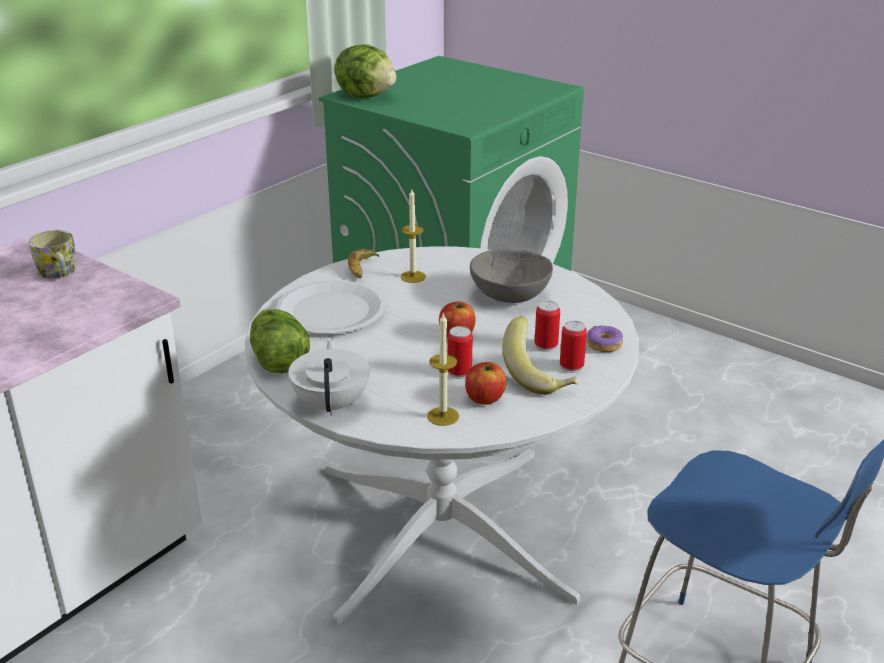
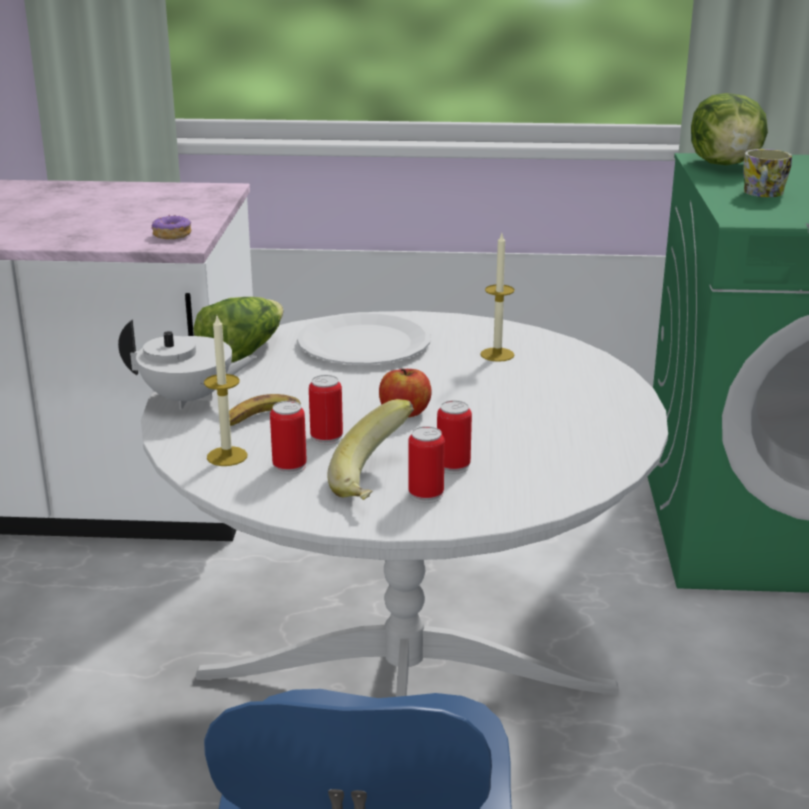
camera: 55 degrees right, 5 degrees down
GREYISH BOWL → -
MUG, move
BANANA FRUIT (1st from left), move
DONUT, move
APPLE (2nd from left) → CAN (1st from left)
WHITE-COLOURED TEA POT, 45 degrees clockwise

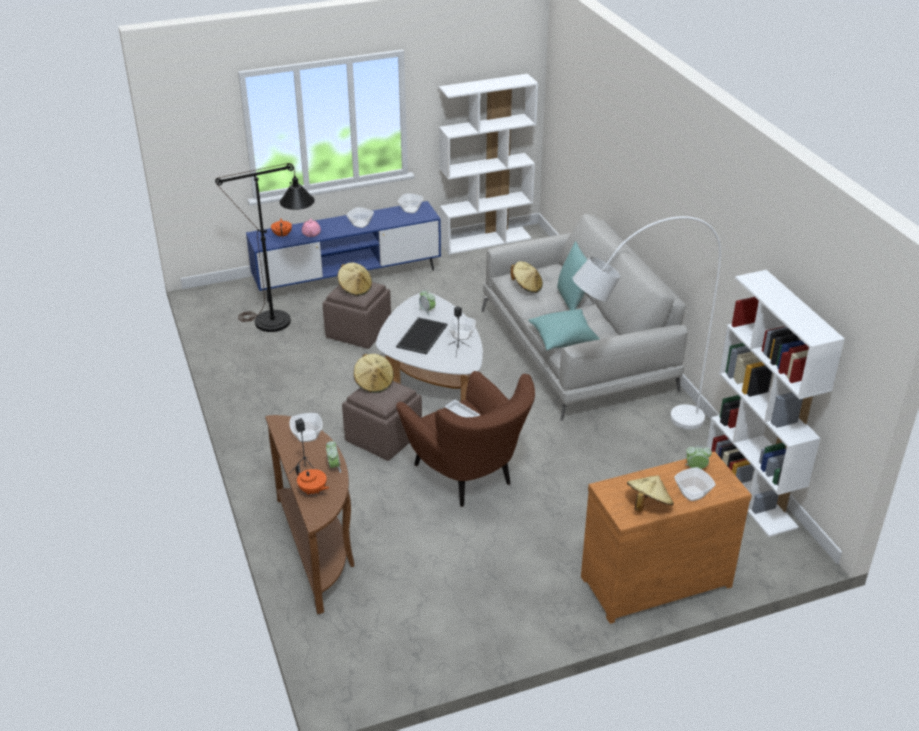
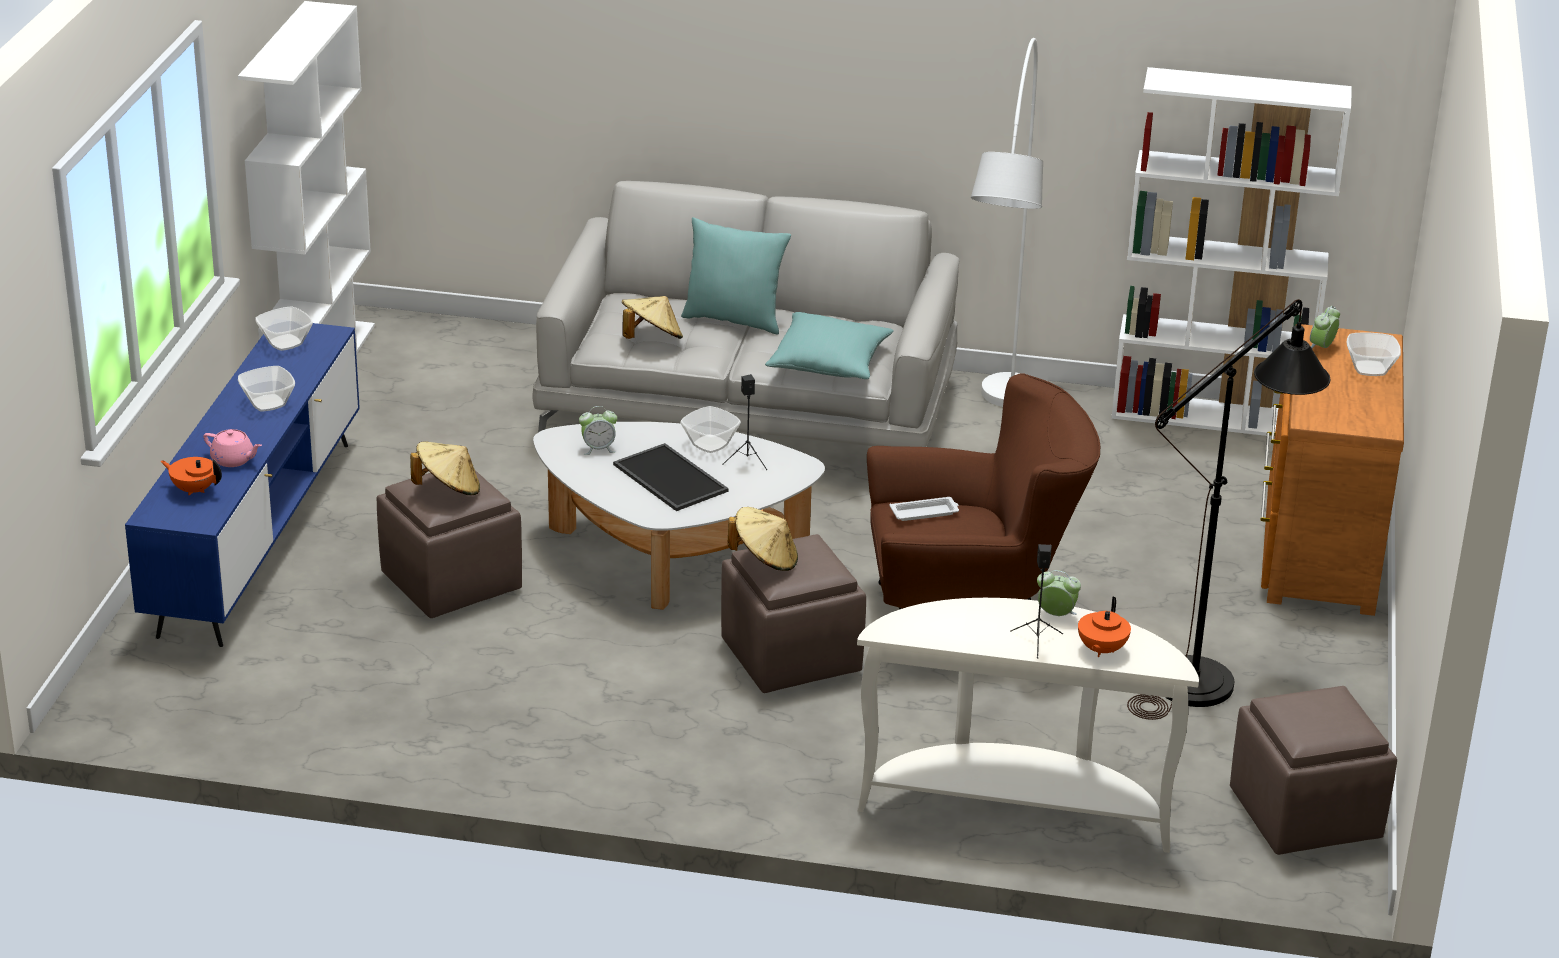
camera: 60 degrees left, 5 degrees down
BOWL (1st from left) → -
BEIGE-COLOURED HAT (4th from left) → -
- → BROWNISH POUFFE (3rd from left)
BLACK-COLOURED STANDING LAMP, move
BROWNISH CONSOLE TABLE → WHITE-COLOURED CONSOLE TABLE
ORANGE-COLOURED TEA POT (2nd from left), 135 degrees clockwise

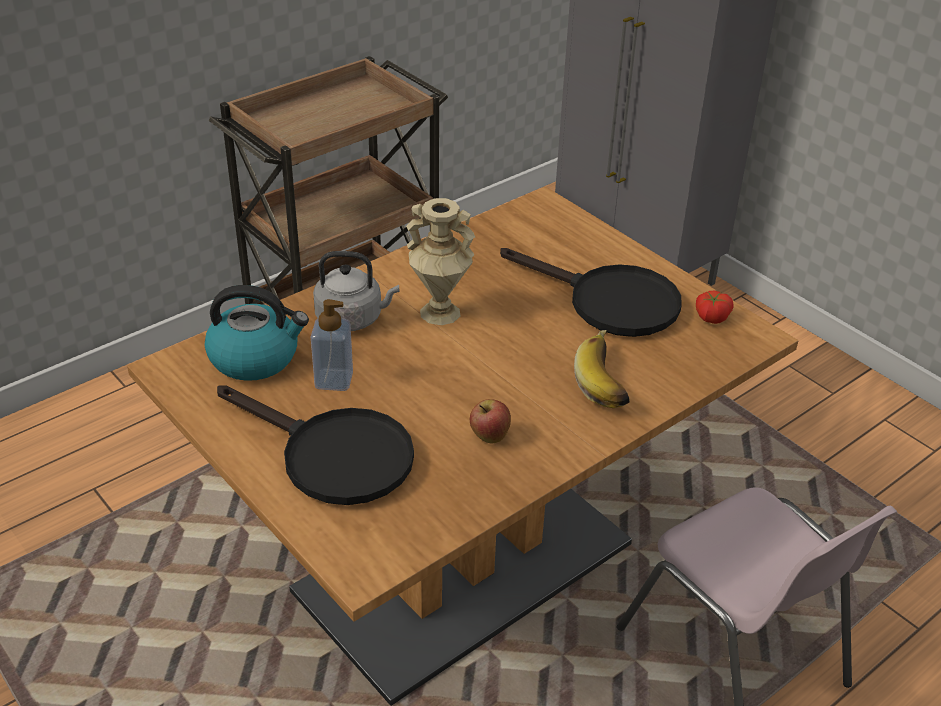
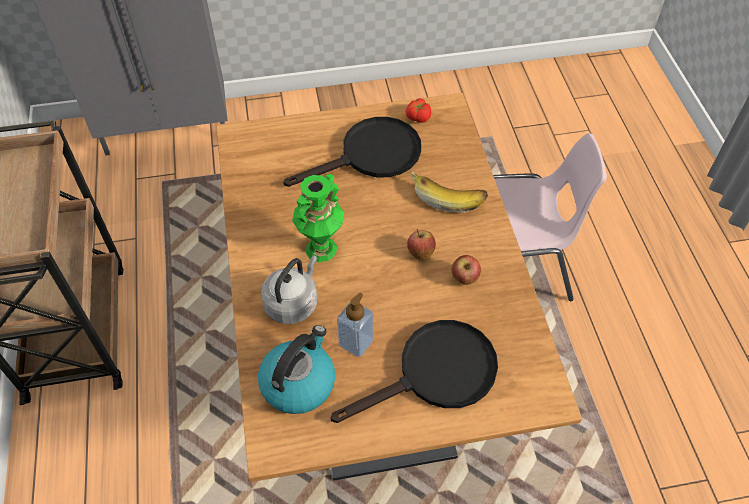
camera: 60 degrees left, 15 degrees up
- → APPLE (1st from left)
BEIGE-COLOURED DECORATIVE VASE → GREENISH DECORATIVE VASE

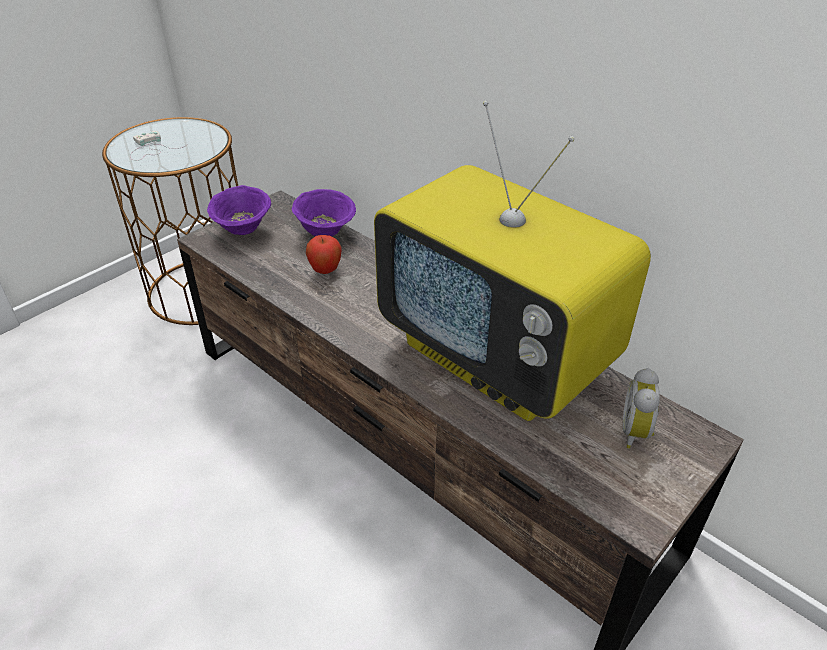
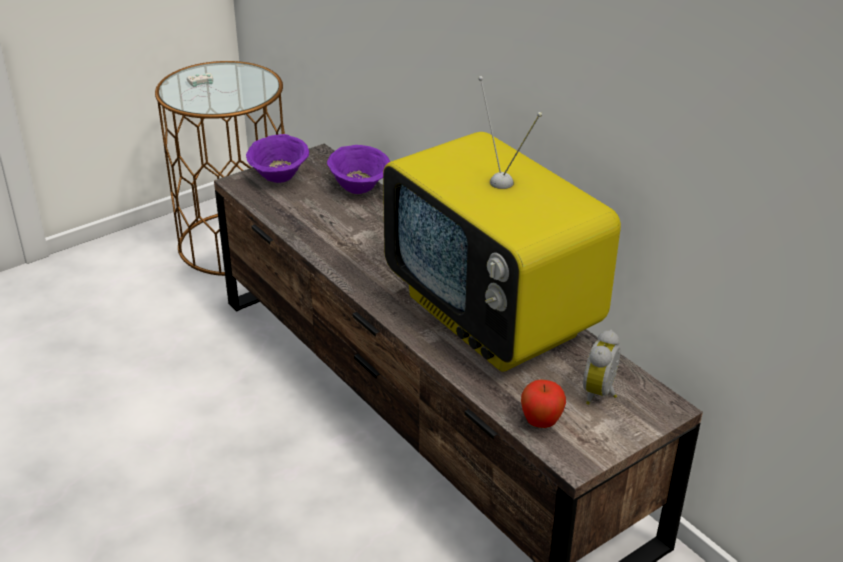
camera: 10 degrees right, 5 degrees down
APPLE, move

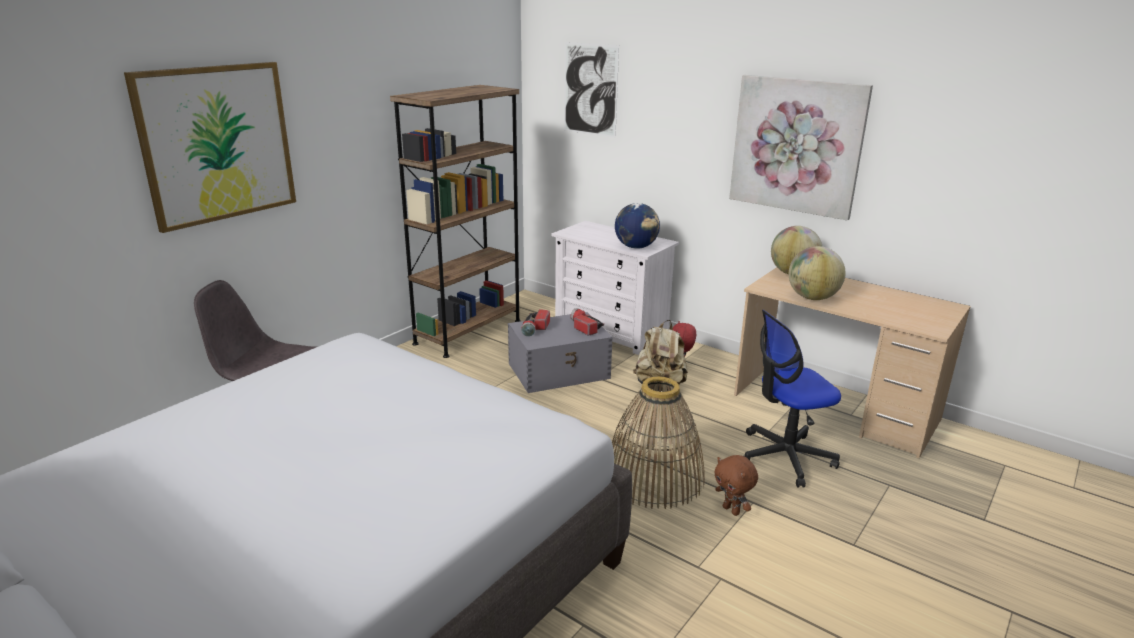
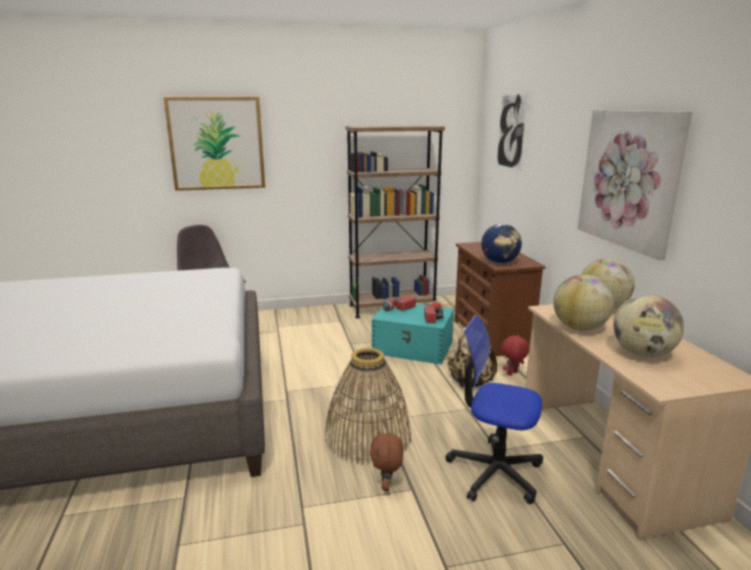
camera: 40 degrees right, 5 degrees down
- → DESK GLOBE (4th from left)
GREYISH STORAGE BIN → BLUE-GREEN STORAGE BIN
WHITE-COLOURED DRAWER CHEST → BROWNISH DRAWER CHEST

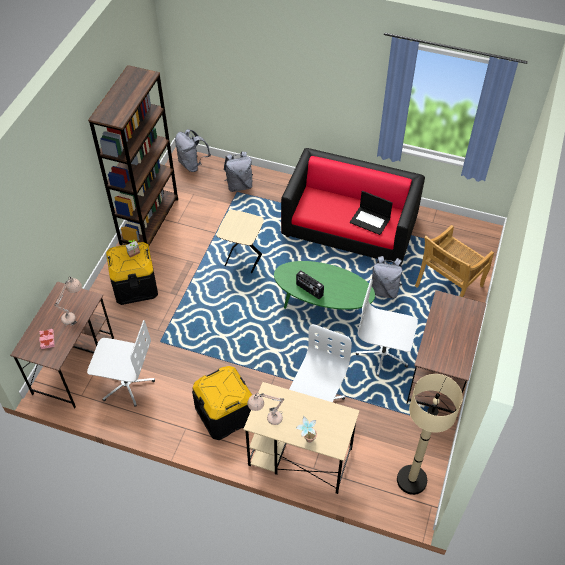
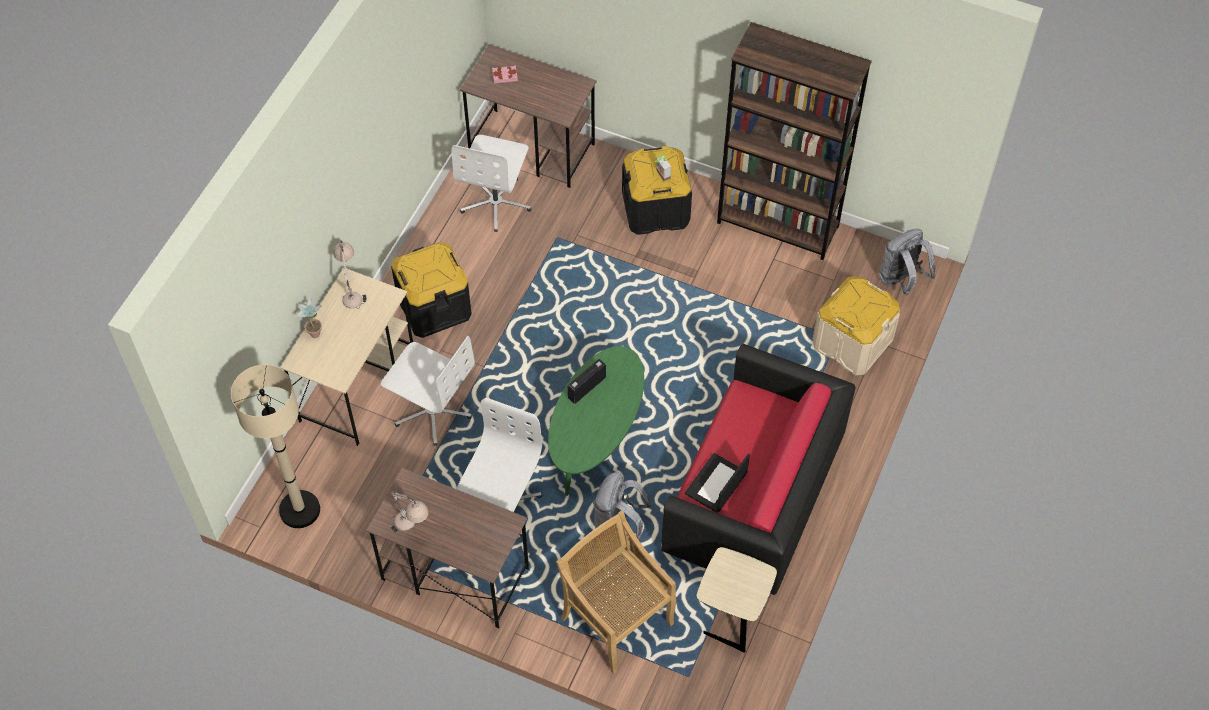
camera: 95 degrees right, 5 degrees up
BEIGE-COLOURED TABLETOP LAMP (1st from left in the first image) → BEIGE-COLOURED TABLETOP LAMP (2nd from left), move
BEIGE-COLOURED ACCENT TABLE, move
GREYISH BACKPACK (2nd from left) → BEIGE-COLOURED STORAGE BIN

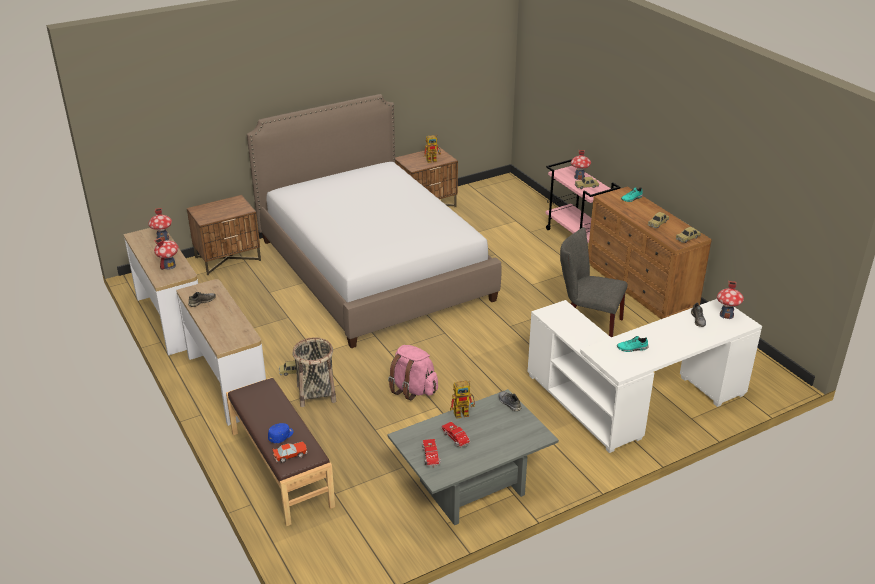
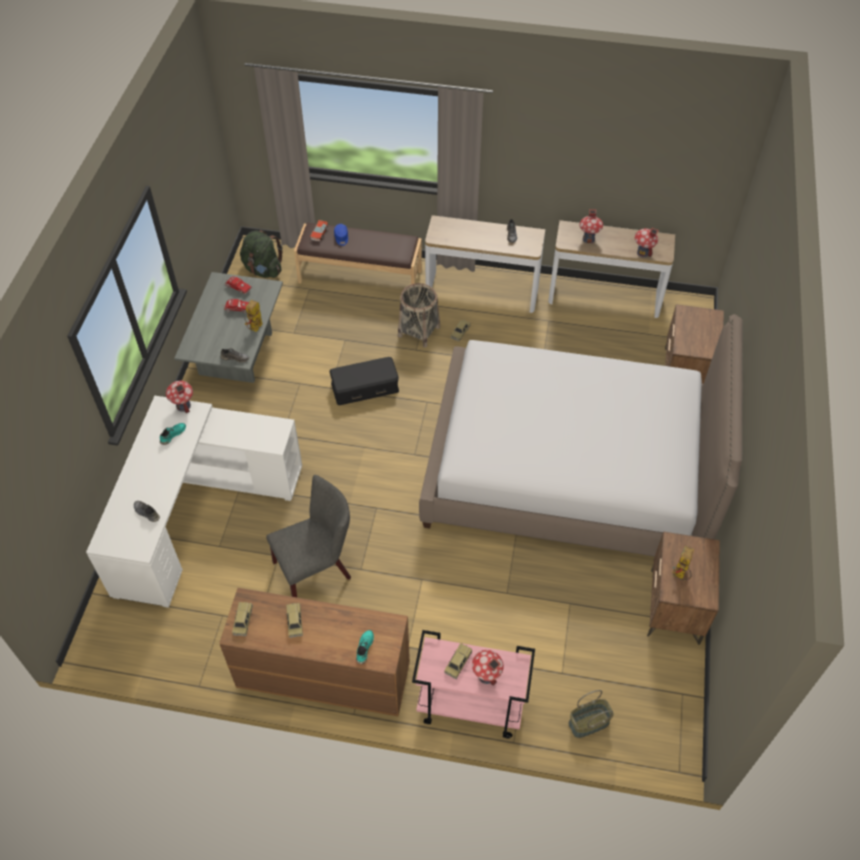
camera: 130 degrees right, 20 degrees up
- → GREENISH BACKPACK
- → BASKET (2nd from left)
MINIATURE HOUSE (4th from left in the first image) → MINIATURE HOUSE (1st from left), move
PINK-COLOURED BACKPACK → BLACK-COLOURED STORAGE BIN

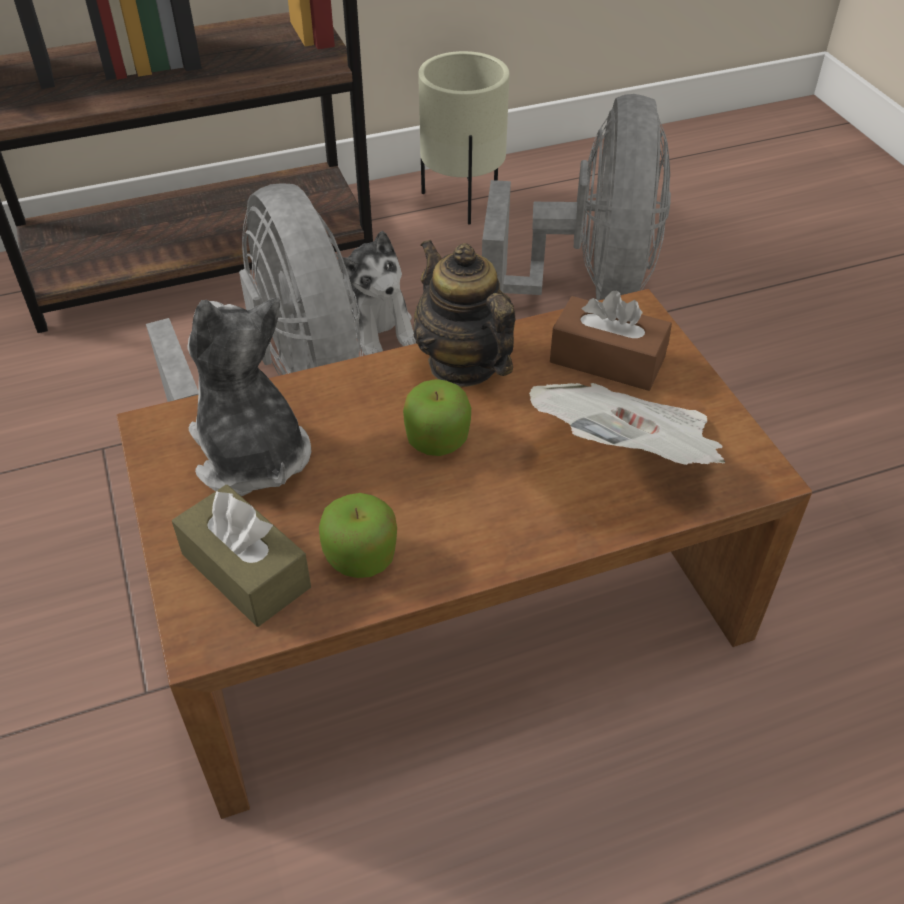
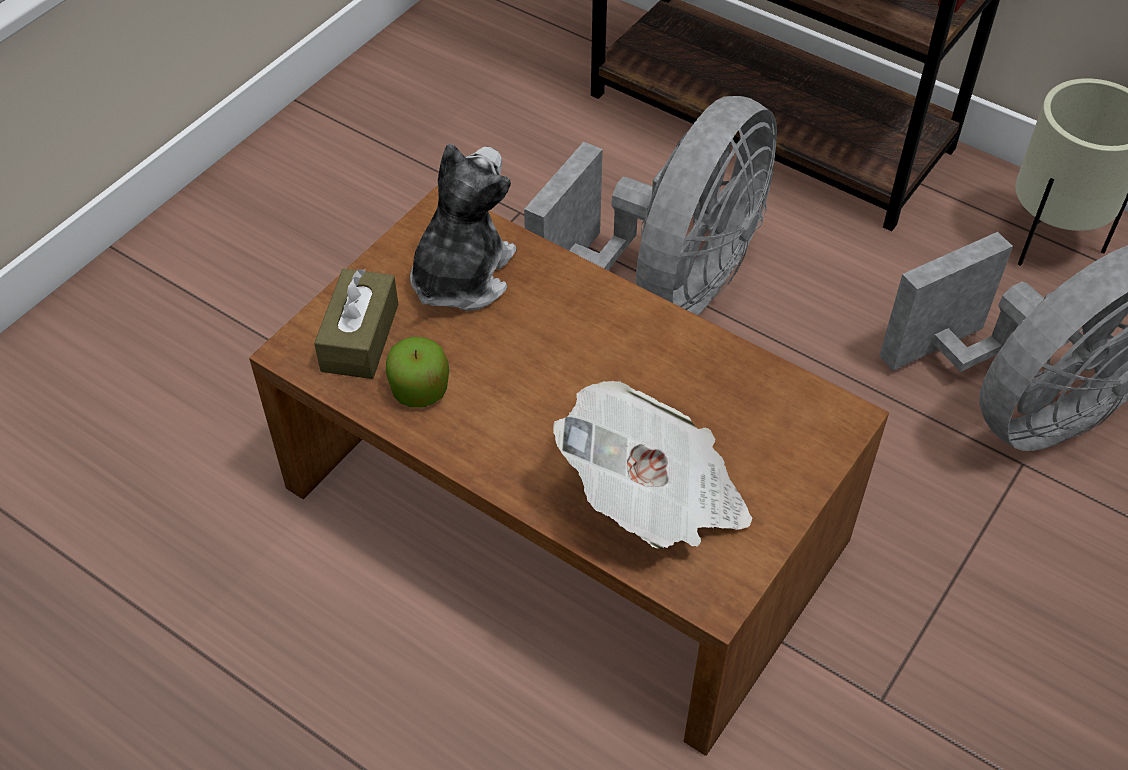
camera: 55 degrees right, 5 degrees up
PLUSH TOY (2nd from left) → -
APPLE (2nd from left) → -
TEA POT → -
BROWNISH TISSUE HOLDER (2nd from left) → -

